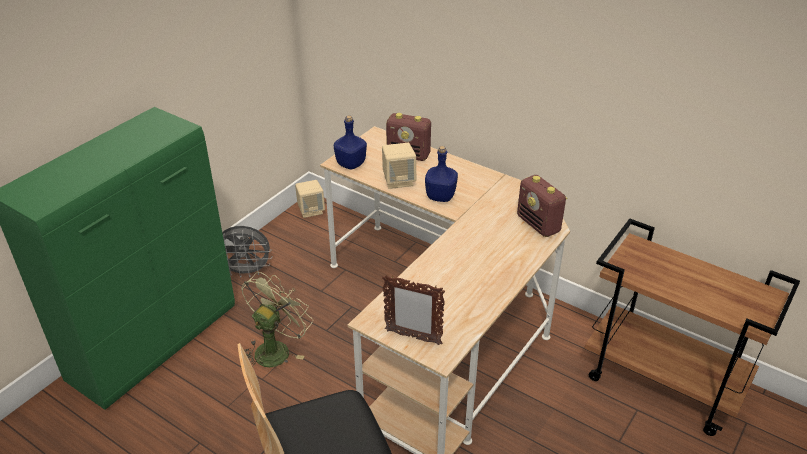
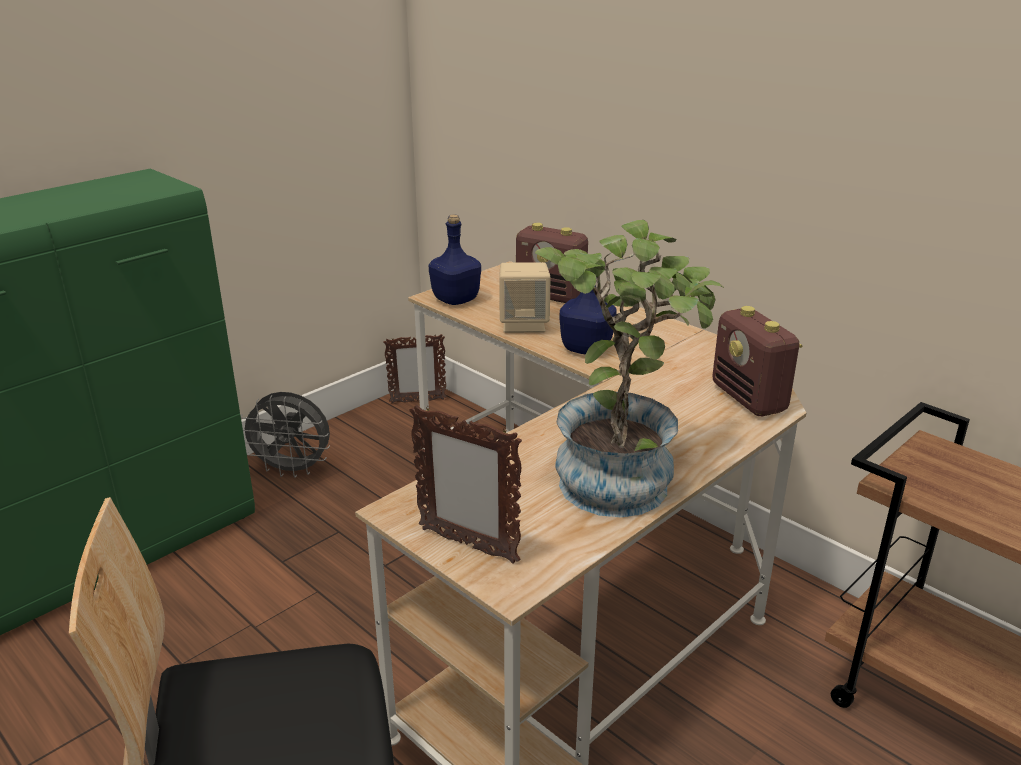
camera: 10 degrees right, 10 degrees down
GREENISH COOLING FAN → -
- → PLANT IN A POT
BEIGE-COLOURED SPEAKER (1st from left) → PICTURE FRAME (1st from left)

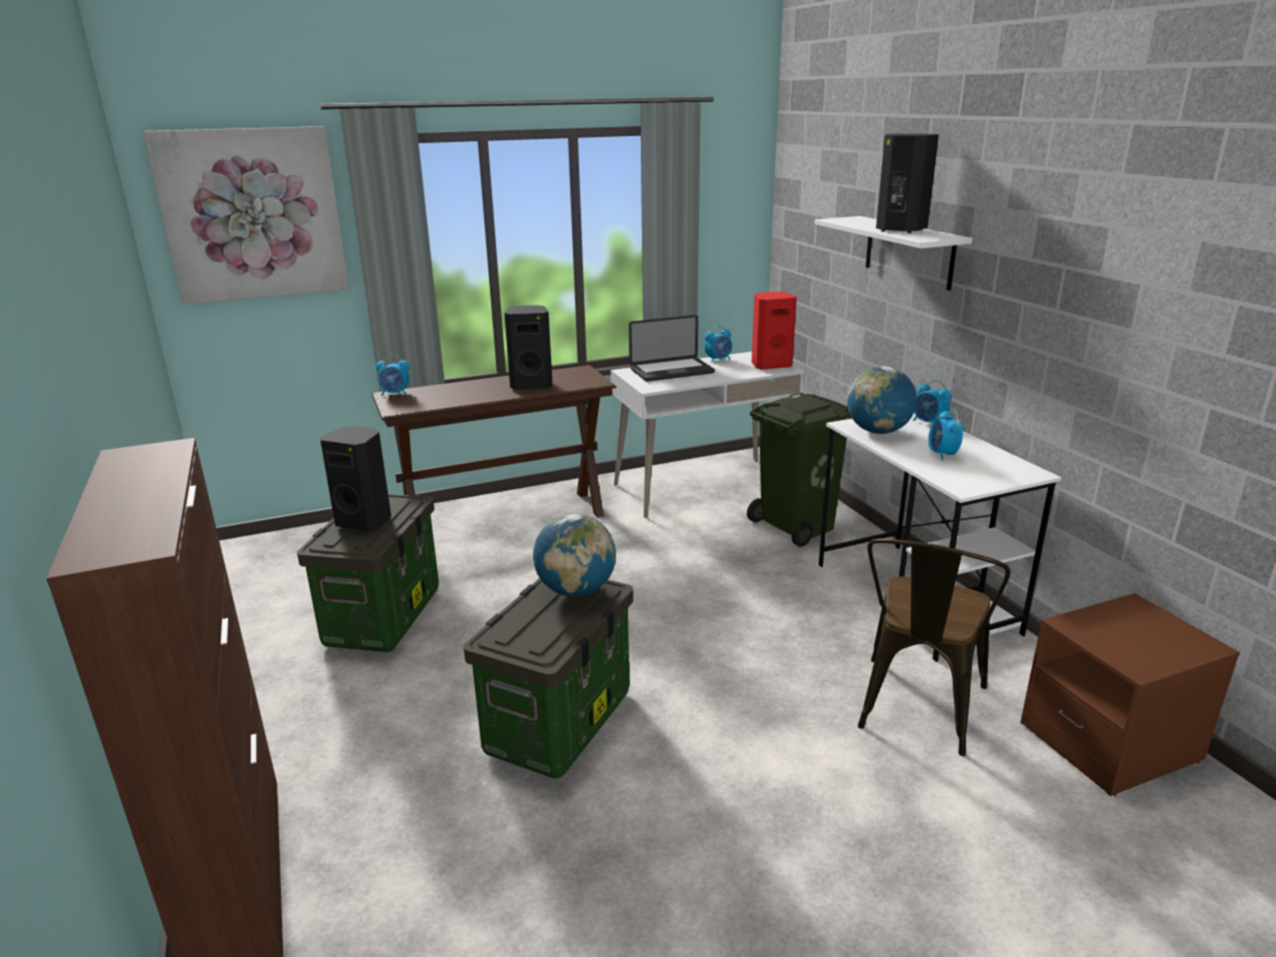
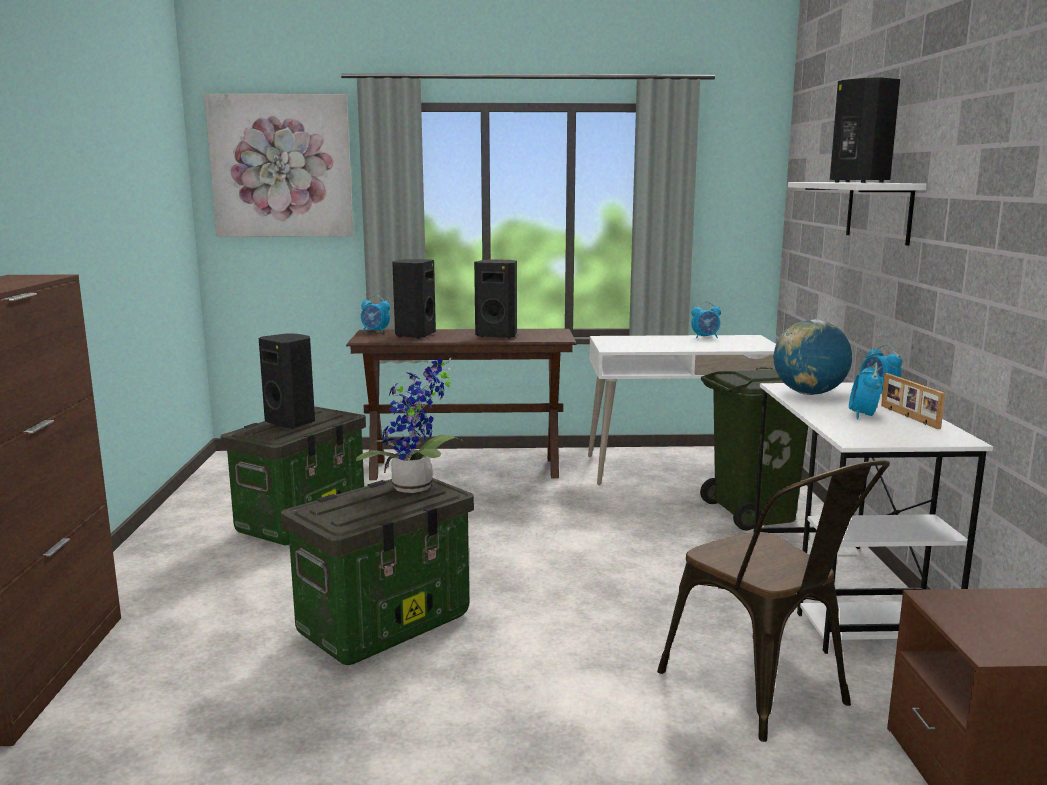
camera: 20 degrees right, 10 degrees down
PORTABLE COMPUTER → -
RED SPEAKER → -
- → BLACK-COLOURED SPEAKER (2nd from left)
- → PICTURE FRAME
DESK GLOBE (1st from left) → PLANT IN A POT
BROWNISH PLAIN CHAIR, 75 degrees counterclockwise

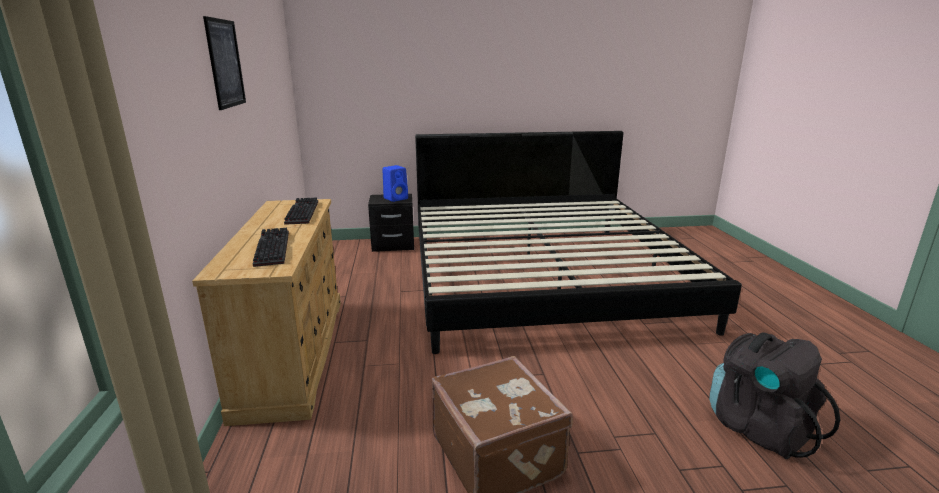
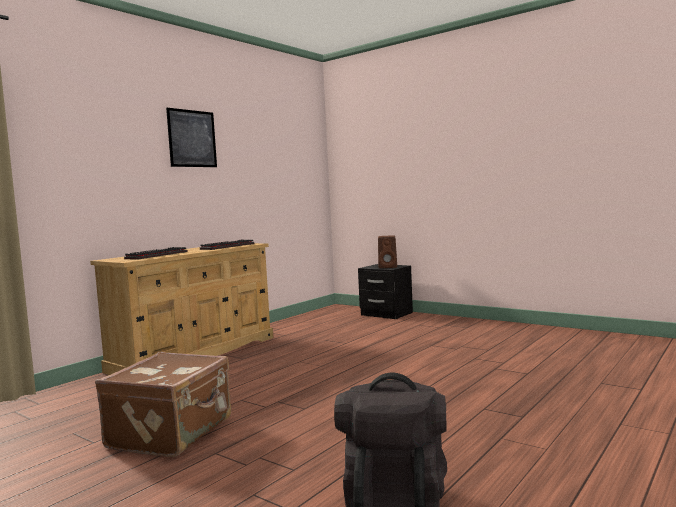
camera: 45 degrees right, 15 degrees down
BEDROOM BED → -
BLUE-COLOURED SPEAKER → BROWNISH SPEAKER

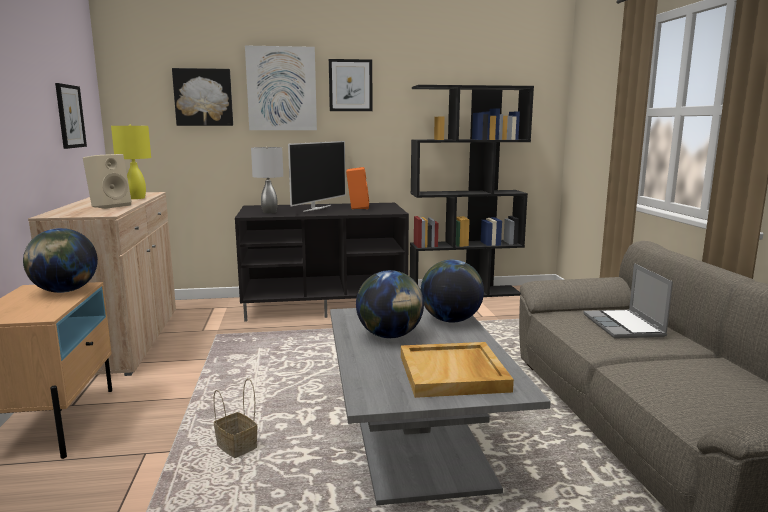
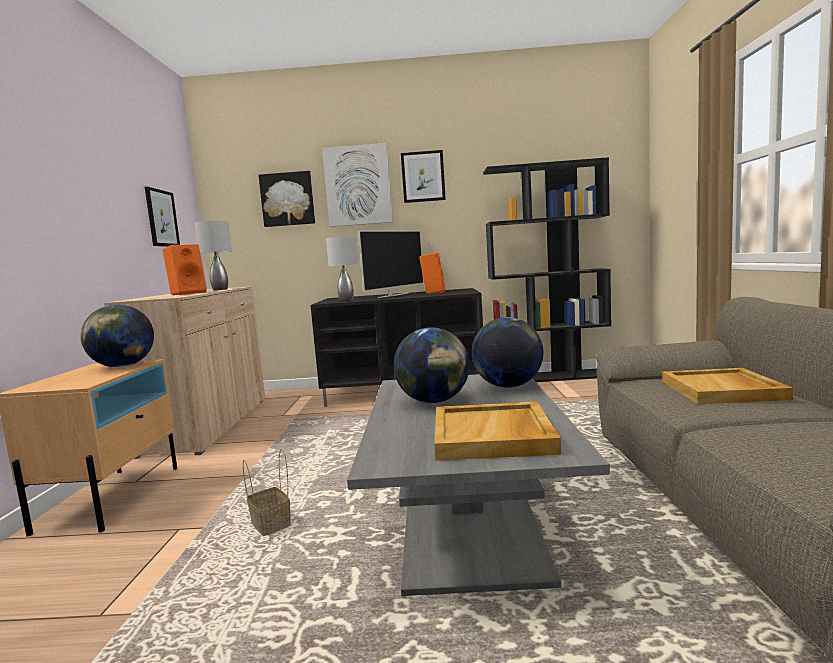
camera: 10 degrees right, 5 degrees down
PORTABLE COMPUTER → BEIGE-COLOURED TRAY (2nd from left)
BEIGE-COLOURED SPEAKER → ORANGE-COLOURED SPEAKER (1st from left)
YELLOW-COLOURED TABLETOP LAMP → GREYISH TABLETOP LAMP (1st from left)

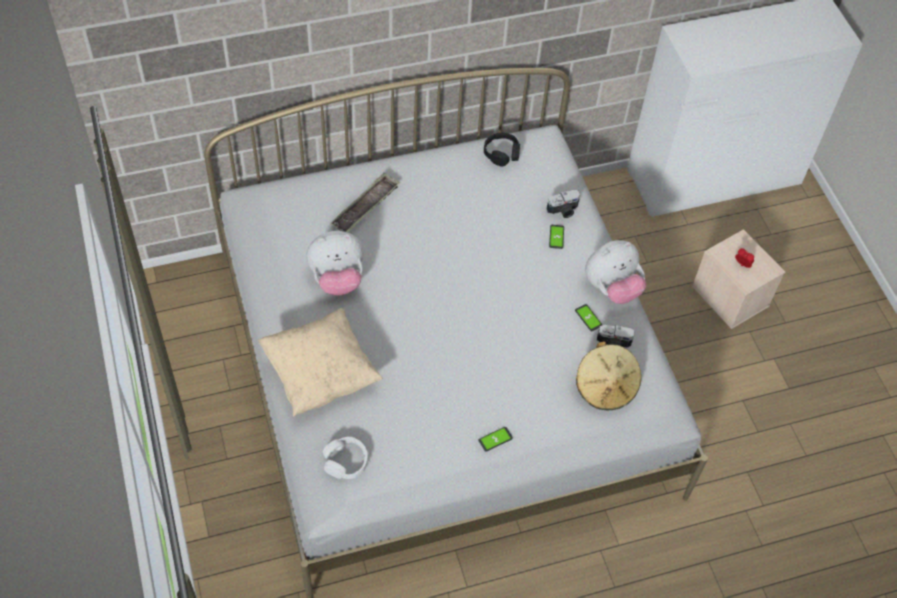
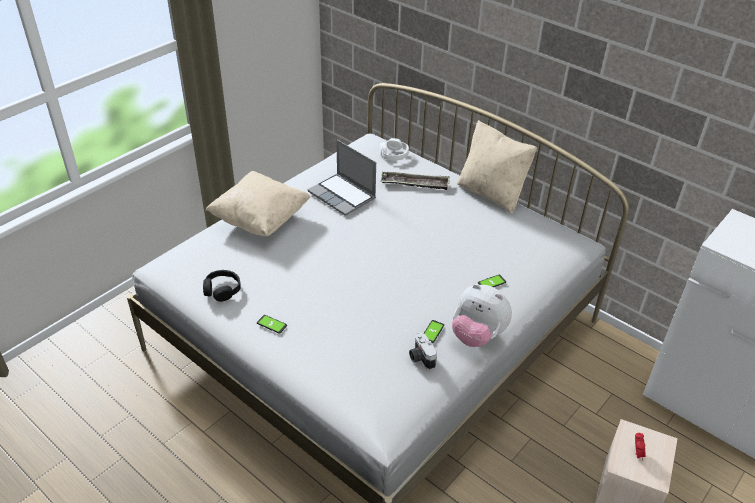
camera: 60 degrees right, 15 degrees down
PHOTO CAMERA (1st from left) → -
BEIGE-COLOURED HAT → -
- → BEIGE-COLOURED PILLOW (2nd from left)
WHITE-COLOURED HEADSET, move
BLACK-COLOURED HEADSET, move
PLUSH TOY (1st from left) → PORTABLE COMPUTER

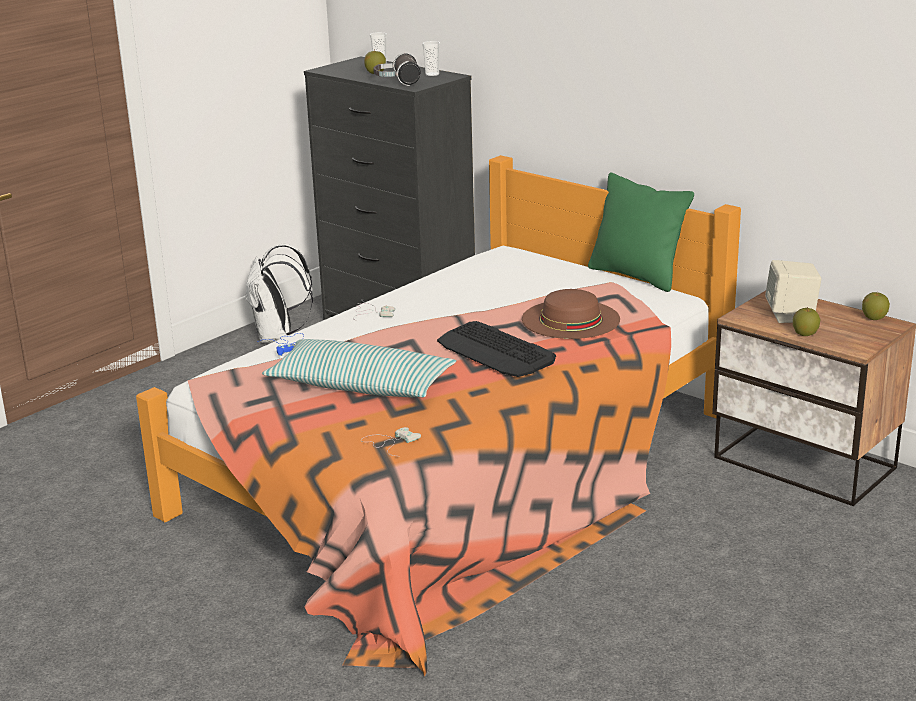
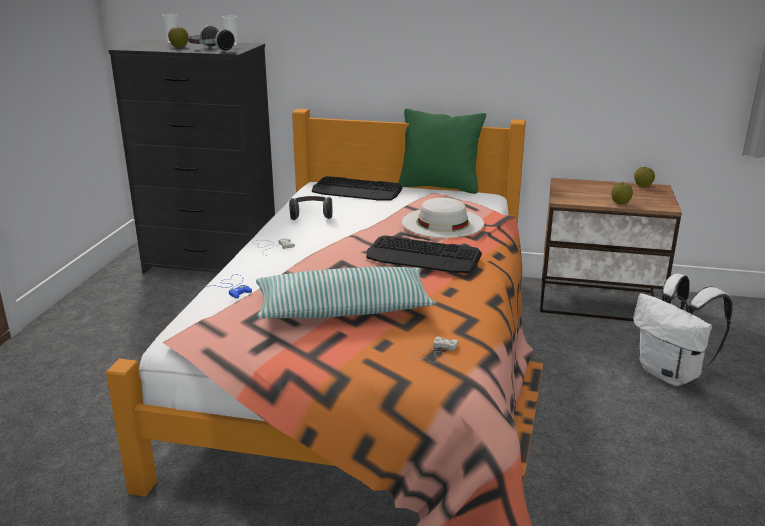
camera: 30 degrees left, 0 degrees up
BEIGE-COLOURED SPEAKER → -
- → HEADSET (2nd from left)
- → PC KEYBOARD (1st from left)
WHITE-COLOURED BACKPACK, move
BROWNISH HAT → WHITE-COLOURED HAT

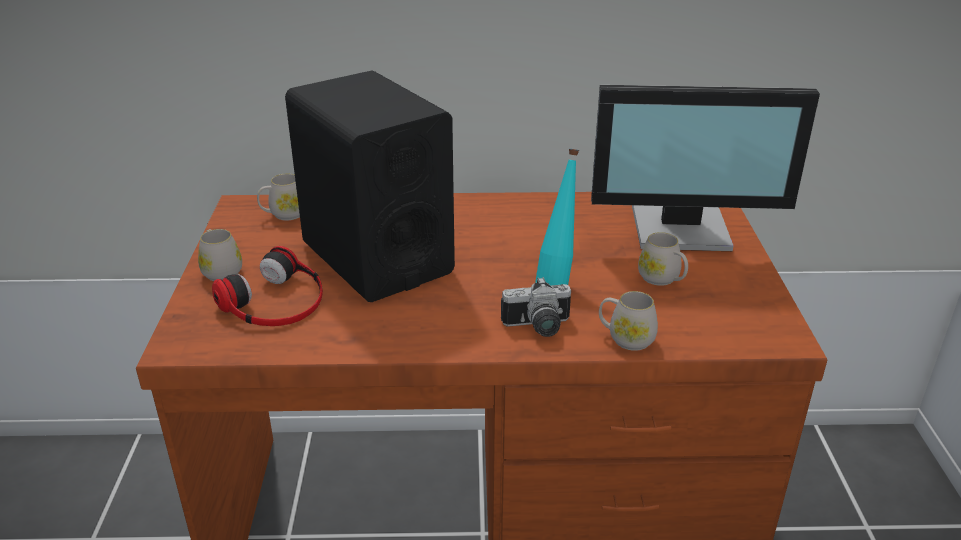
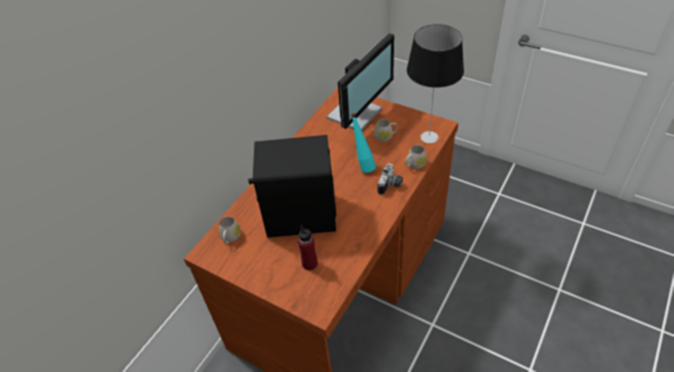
camera: 55 degrees left, 15 degrees up
WHITE-COLOURED MUG (1st from left) → -
- → TABLETOP LAMP
HEADSET → RED DRINK BOTTLE

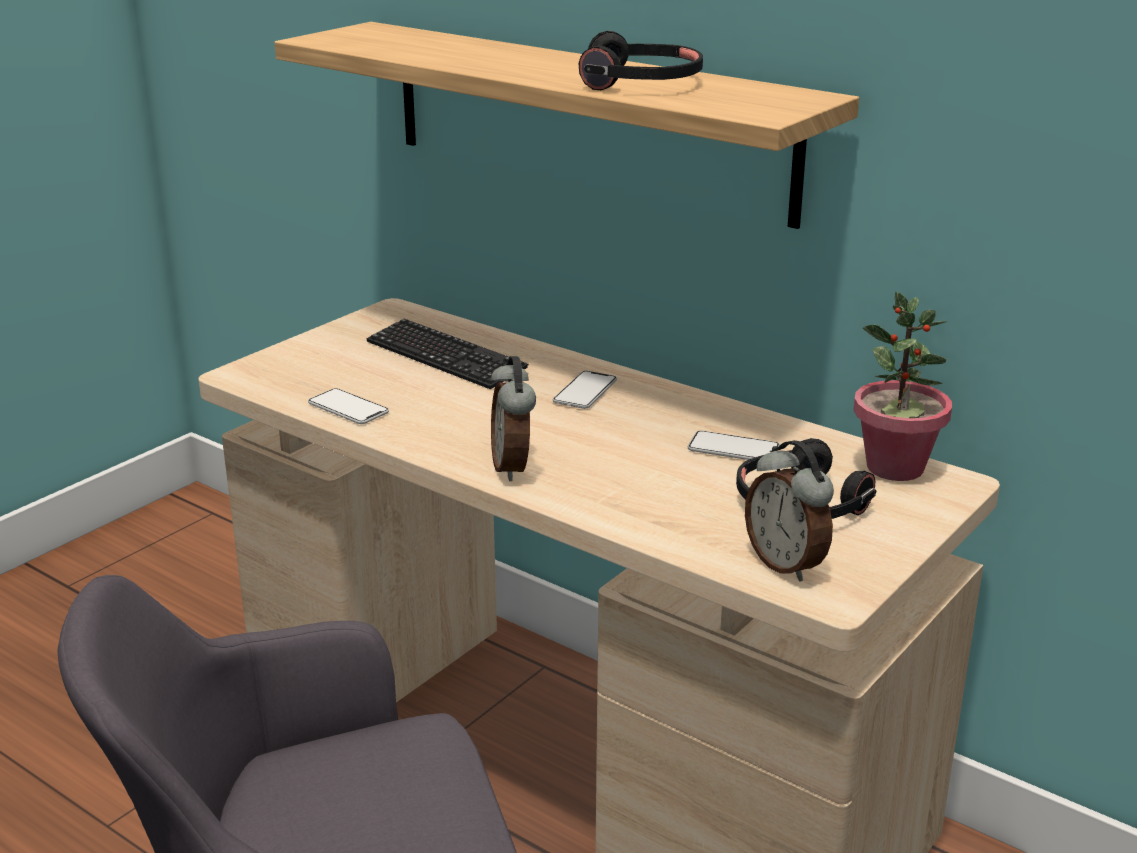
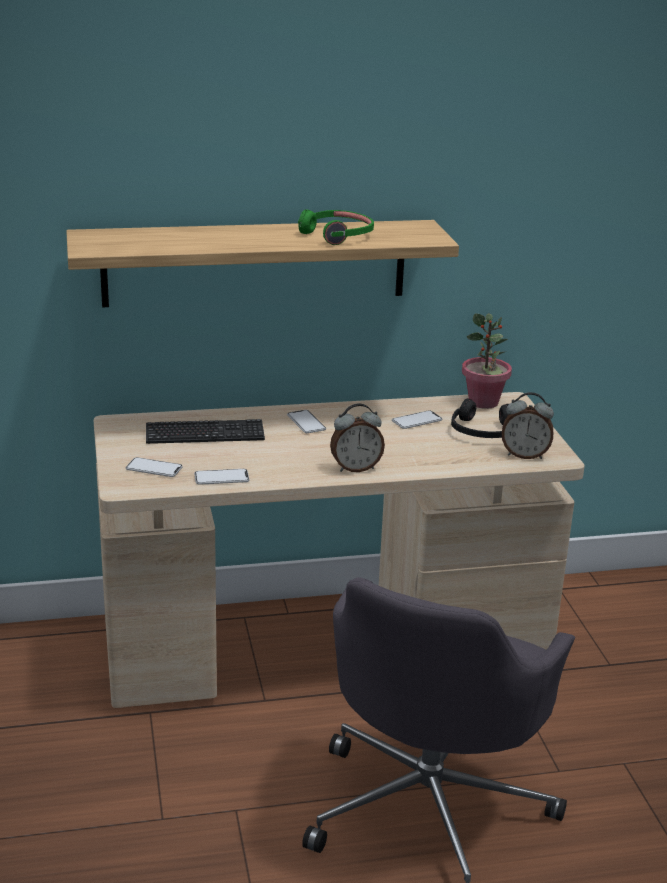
camera: 50 degrees left, 0 degrees up
- → HANDSET (1st from left)
BLACK-COLOURED HEADSET (1st from left) → GREENISH HEADSET
ALARM CLOCK (1st from left), 45 degrees counterclockwise

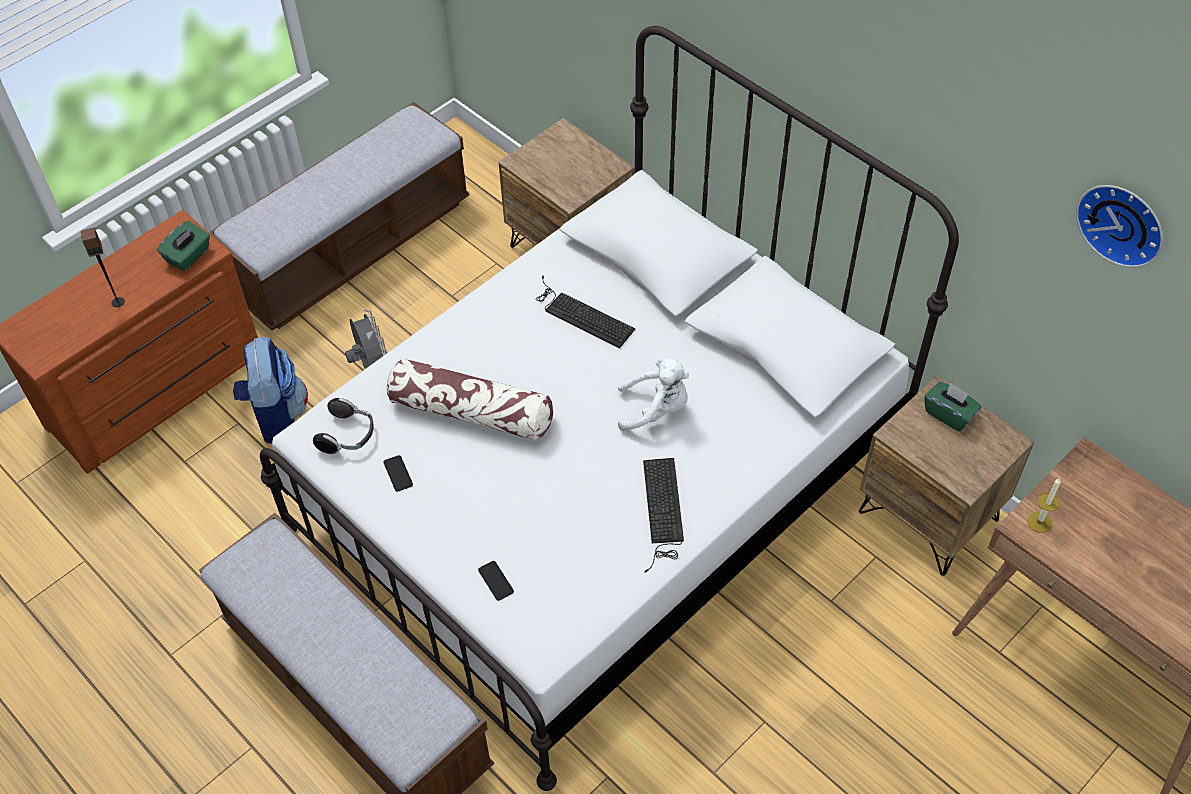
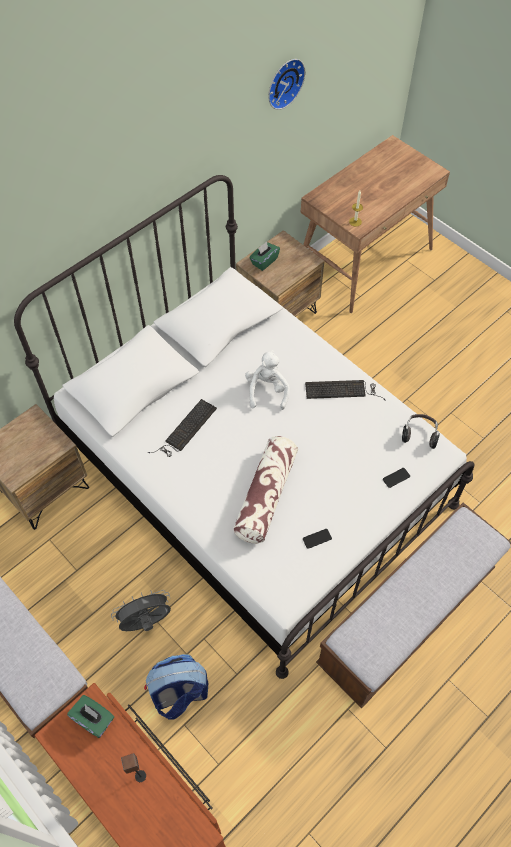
camera: 90 degrees left, 5 degrees up
HEADSET, move

